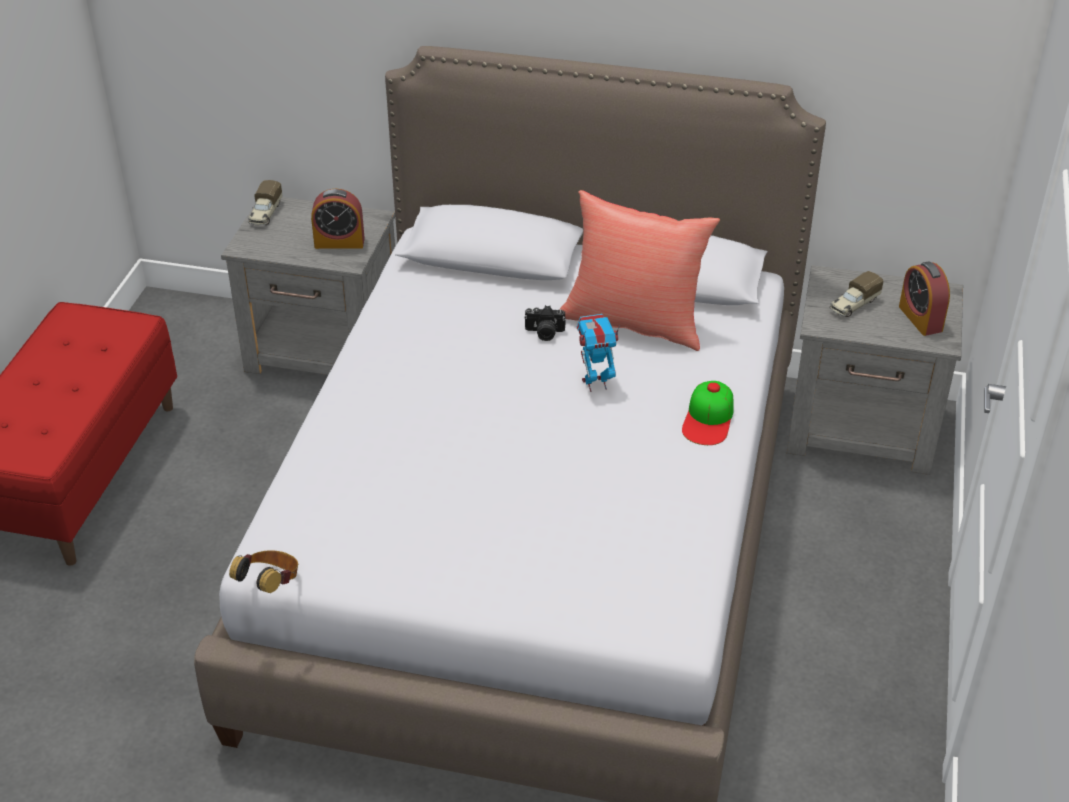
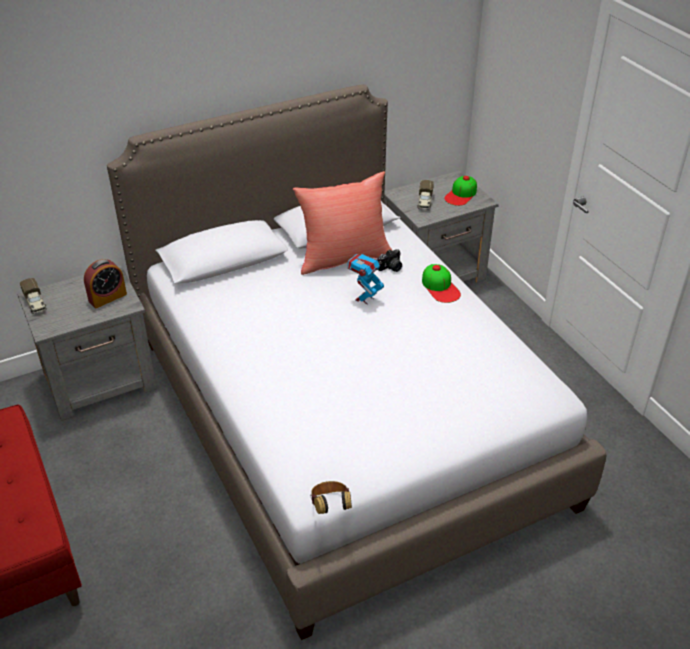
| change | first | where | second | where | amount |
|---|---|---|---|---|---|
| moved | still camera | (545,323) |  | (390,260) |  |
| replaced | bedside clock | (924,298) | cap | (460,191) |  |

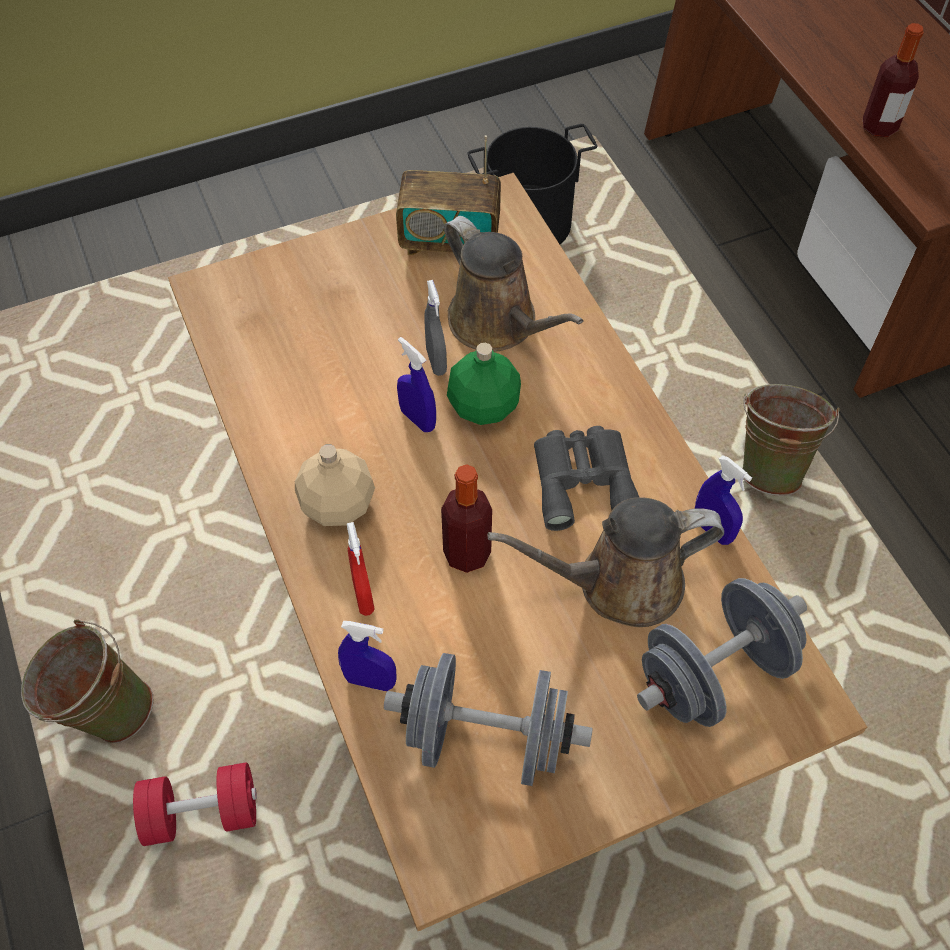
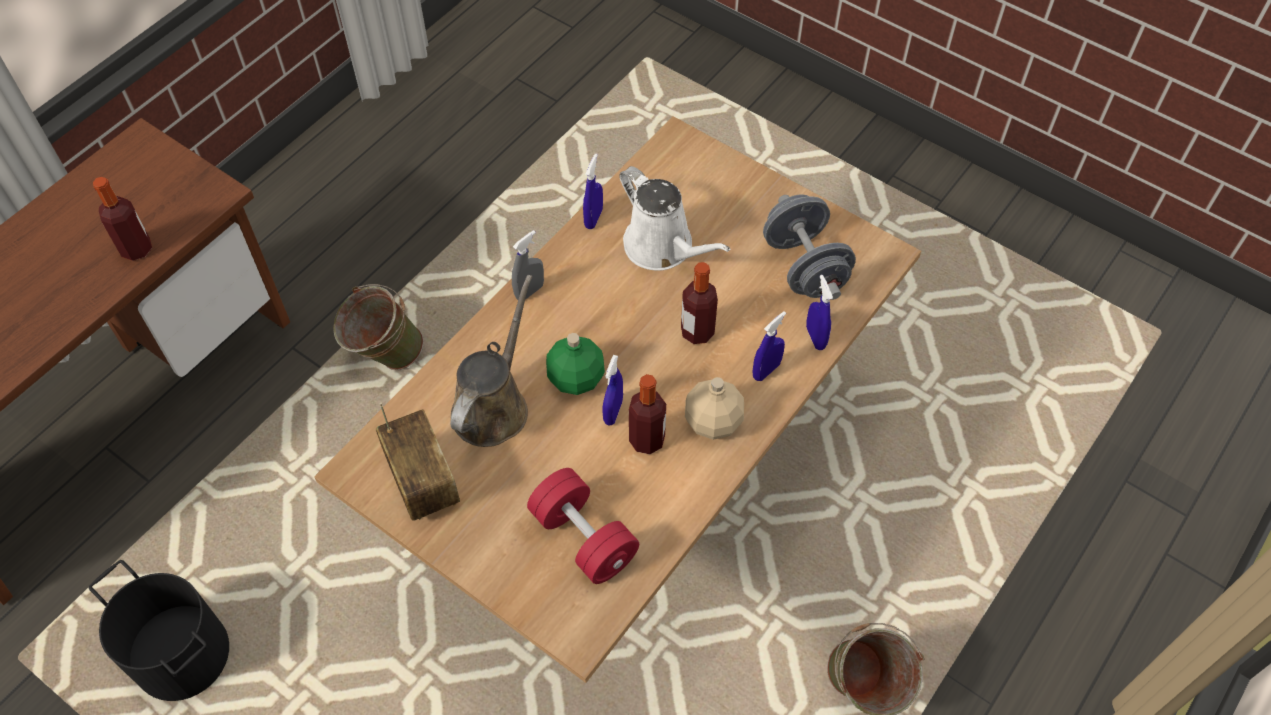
| change | first | where | second | where | amount |
|---|---|---|---|---|---|
| removed | binoculars (grey) | (586,478) |  |  |  |
| removed | dumbbell (grey) | (722,652) |  |  |  |
| added |  |  | bottle | (647,414) |  |
| moved | dumbbell (reddish) | (195,804) |  | (583,526) |  |
| moved | sprayer (grey) | (435,328) |  | (528,265) |  |
| recoloured | sprayer (reddish) | (361,569) | sprayer (blue-coloured) | (769,346) |  |
| recoloured | watering pot (brownish) | (605,562) | watering pot (white) | (675,218) |  |

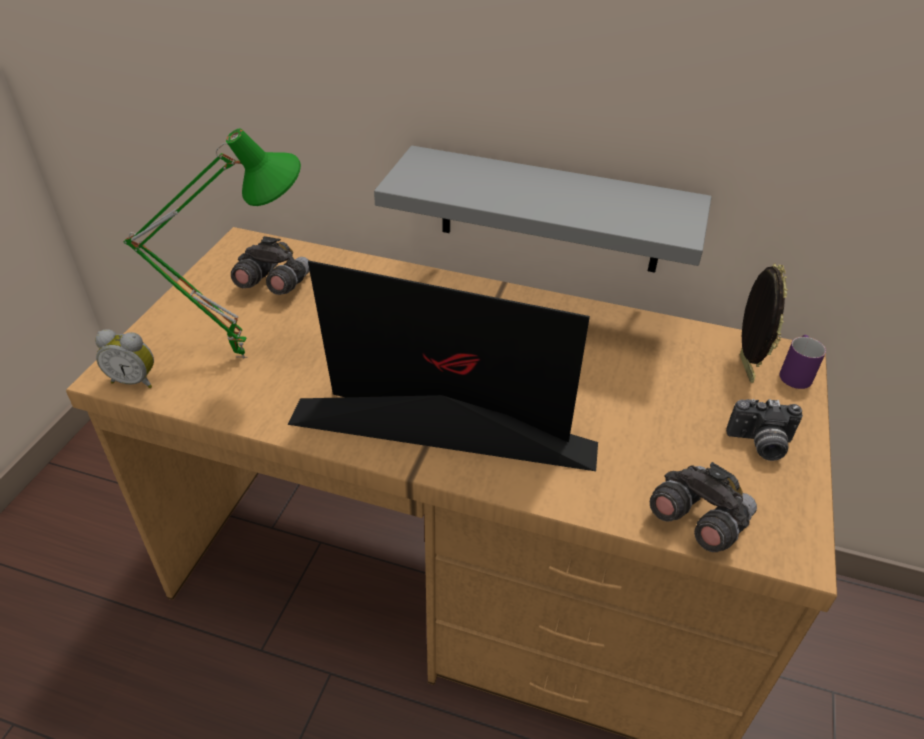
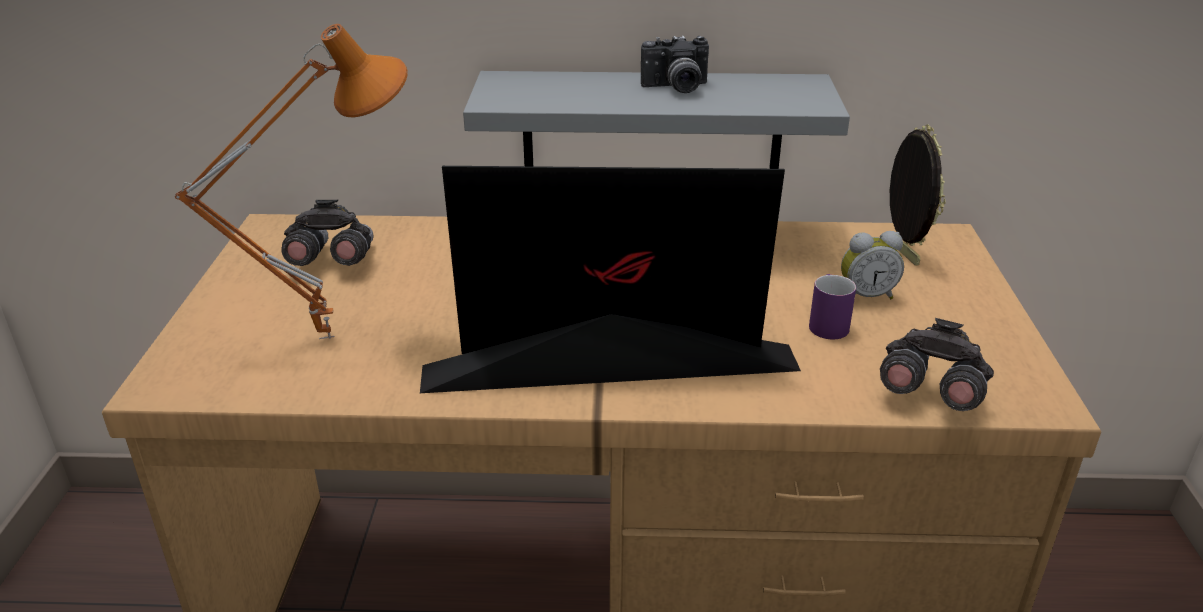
| change | first | where | second | where | amount |
|---|---|---|---|---|---|
| moved | bedside clock | (124,358) |  | (872,265) |  |
| moved | still camera | (764,430) |  | (675,64) |  |
| moved | tea mug (purplish) | (802,362) |  | (832,306) |  |
| recoloured | table lamp (green-coloured) | (212,244) | table lamp (orangey) | (291,181) |  |

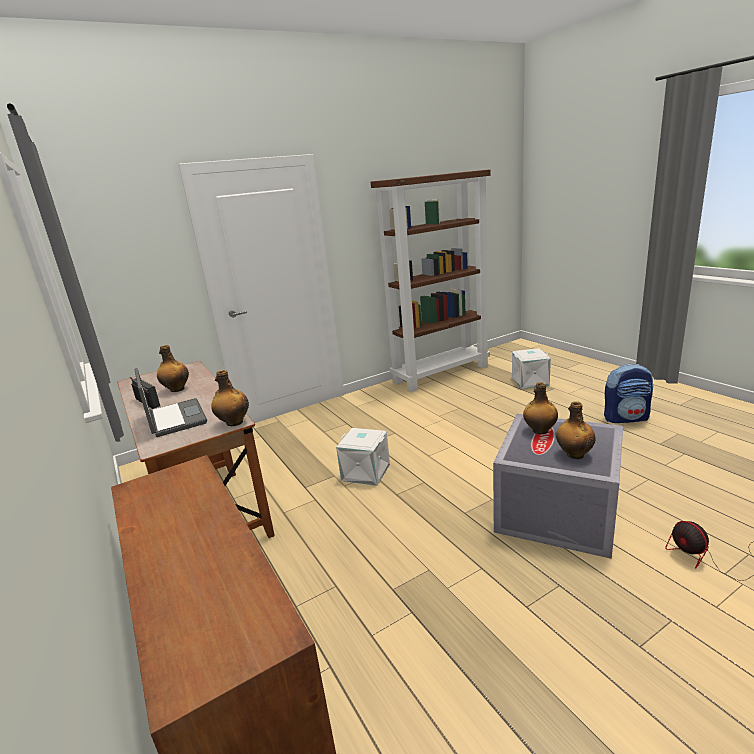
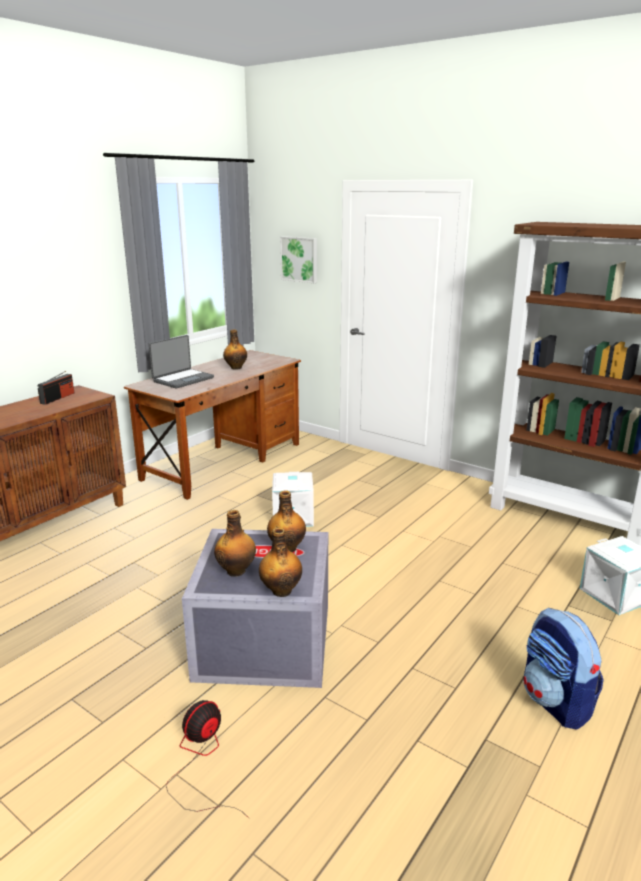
| change | first | where | second | where | amount |
|---|---|---|---|---|---|
| added |  |  | wall art | (298,259) |  |
| moved | radio | (145,393) |  | (56,388) |  |
| moved | bottle | (230,398) |  | (280,562) |  |

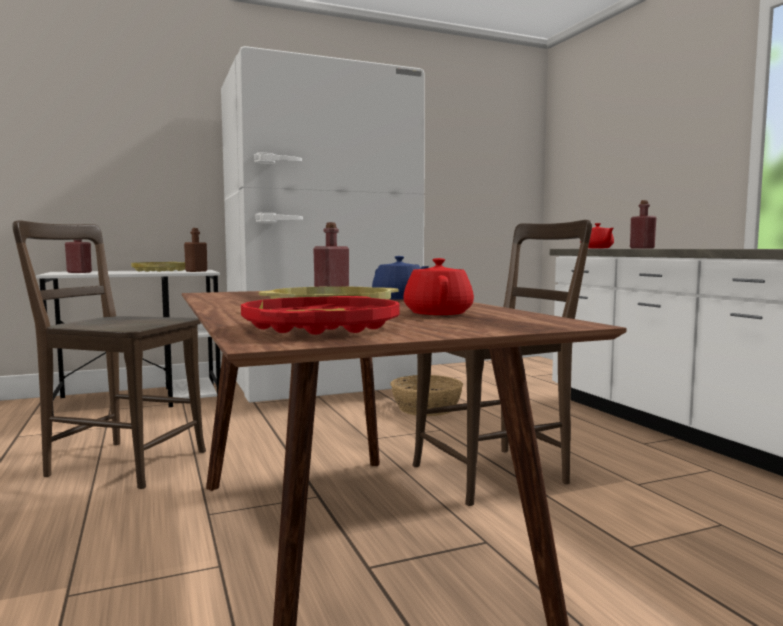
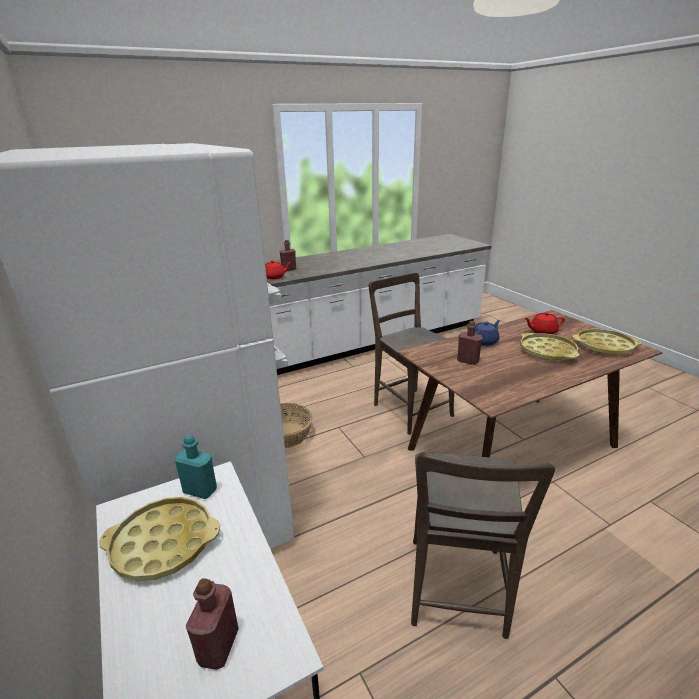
| change | first | where | second | where | amount |
|---|---|---|---|---|---|
| recoloured | bottle (brownish) | (195,250) | bottle (turquoise-coloured) | (196,467) |  |
| recoloured | carrying tray (reddish) | (320,315) | carrying tray (yellowish) | (606,342) |  |

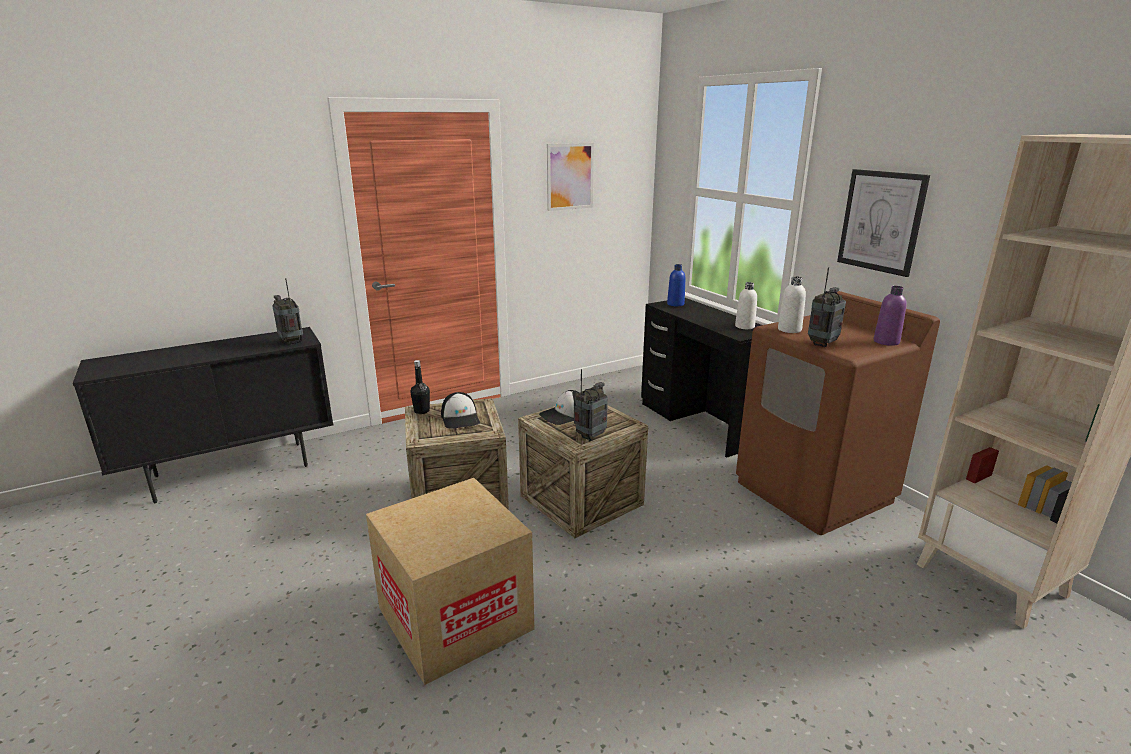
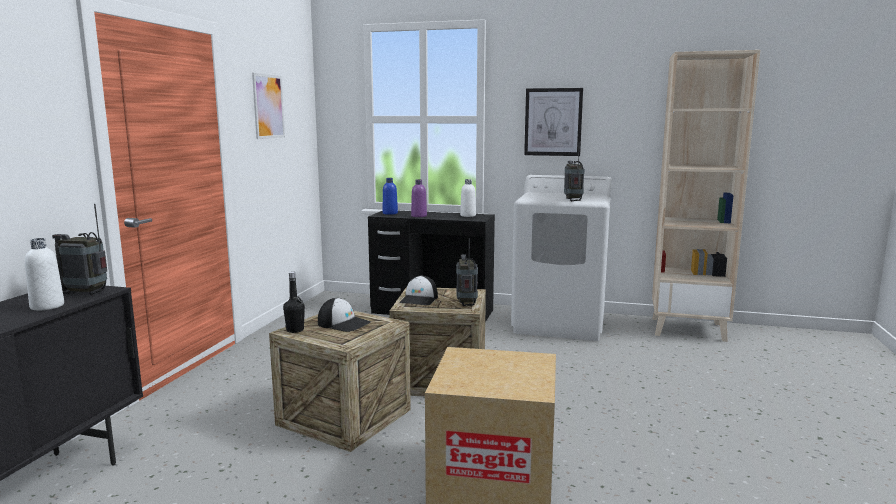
| change | first | where | second | where | amount |
|---|---|---|---|---|---|
| moved | bottle (white) | (792,304) |  | (44,274) |  |
| moved | bottle (purplish) | (890,316) |  | (419,198) |  |
| recoloured | laundry appliance (brownish) | (838,413) | laundry appliance (white) | (561,258) |  |

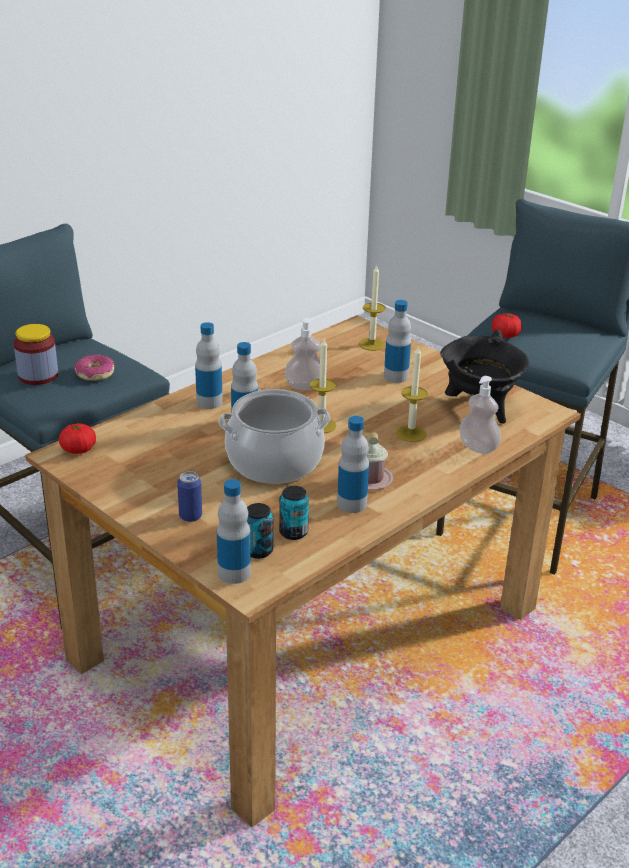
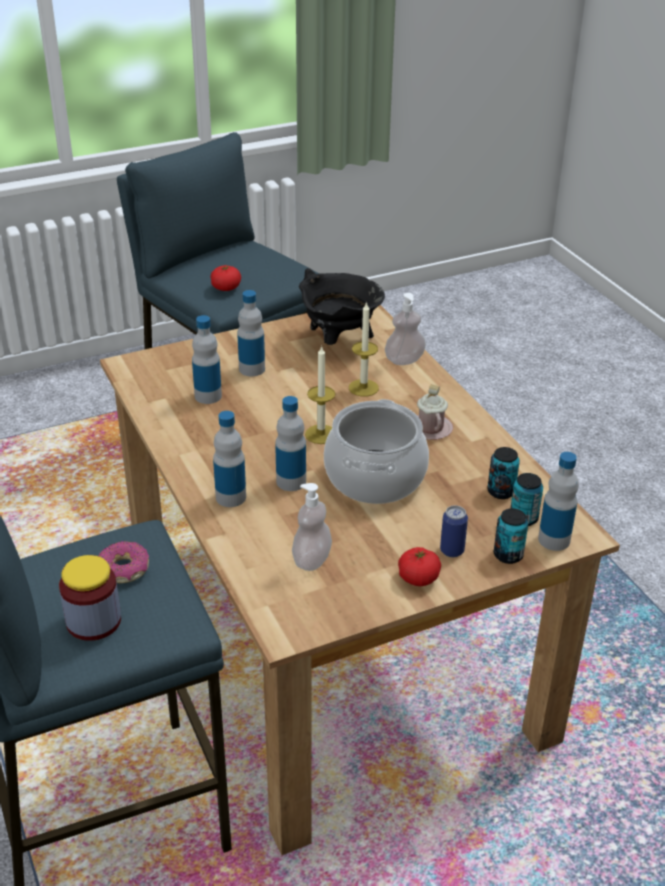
| change | first | where | second | where | amount |
|---|---|---|---|---|---|
| removed | candle | (372,307) |  |  |  |
| added |  |  | metal can | (511,536) |  |
| moved | whole tomato | (77,438) |  | (419,566) |  |
| moved | soap dispenser | (302,354) |  | (312,527) |  |
| moved | bottle | (353,464) |  | (207,359) |  |

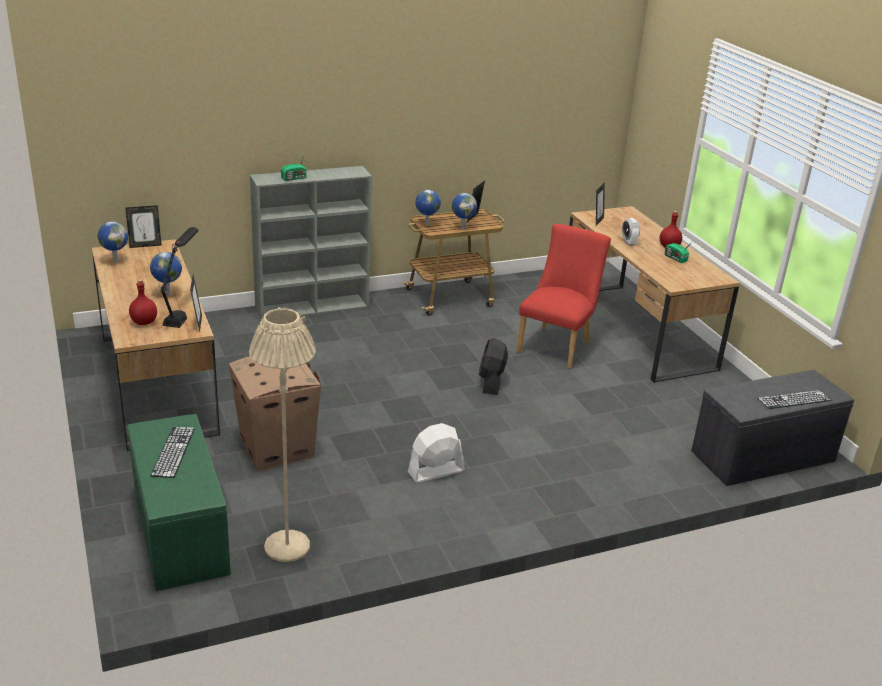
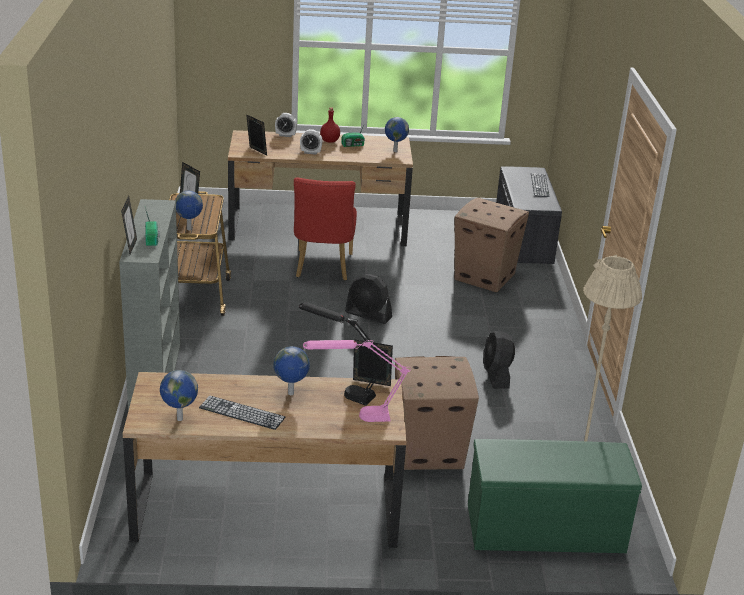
| change | first | where | second | where | amount |
|---|---|---|---|---|---|
| added |  |  | bedside clock | (286,125) |  |
| added |  |  | cardboard box | (491,245) |  |
| moved | standing frame | (143,226) |  | (129,225) |  |
| moved | keyboard | (173,452) |  | (242,413) |  |
| moved | world globe | (464,211) |  | (397,134) |  |
| replaced | bottle (reddish) | (143,302) | table lamp (pink-coloured) | (357,381) |  |
| recoloured | electric fan (white) | (436,453) | electric fan (black) | (499,359) |  |
| turned | upright chair (reddish) | (564,296) |  | (325,229) | 135 degrees counterclockwise |

